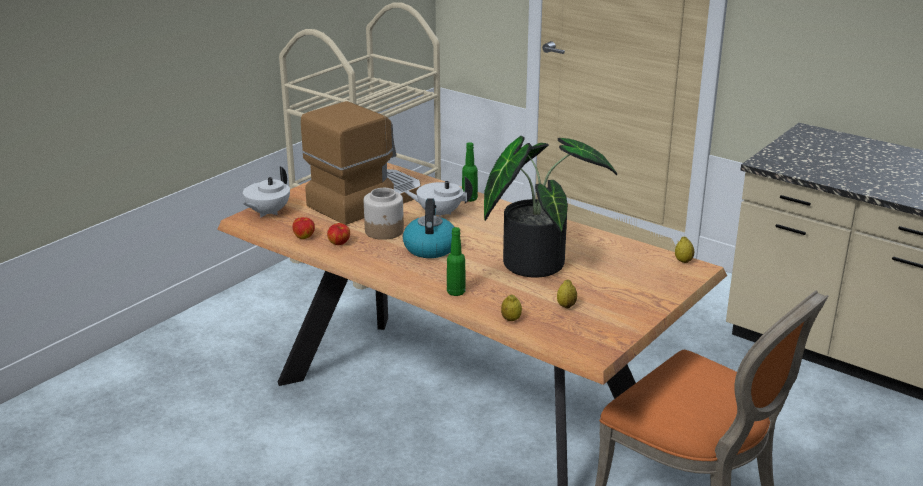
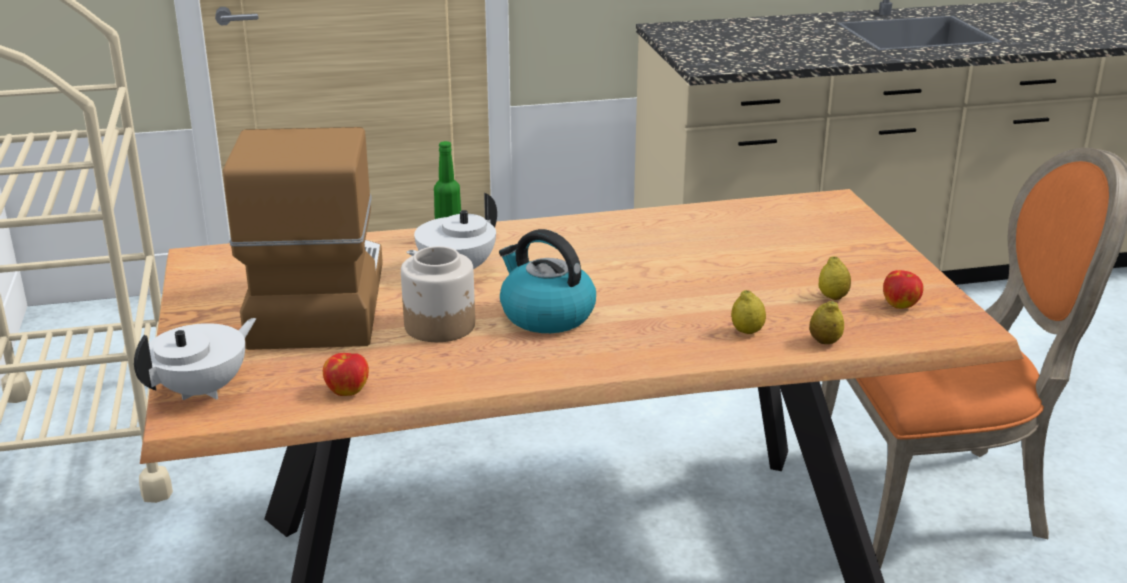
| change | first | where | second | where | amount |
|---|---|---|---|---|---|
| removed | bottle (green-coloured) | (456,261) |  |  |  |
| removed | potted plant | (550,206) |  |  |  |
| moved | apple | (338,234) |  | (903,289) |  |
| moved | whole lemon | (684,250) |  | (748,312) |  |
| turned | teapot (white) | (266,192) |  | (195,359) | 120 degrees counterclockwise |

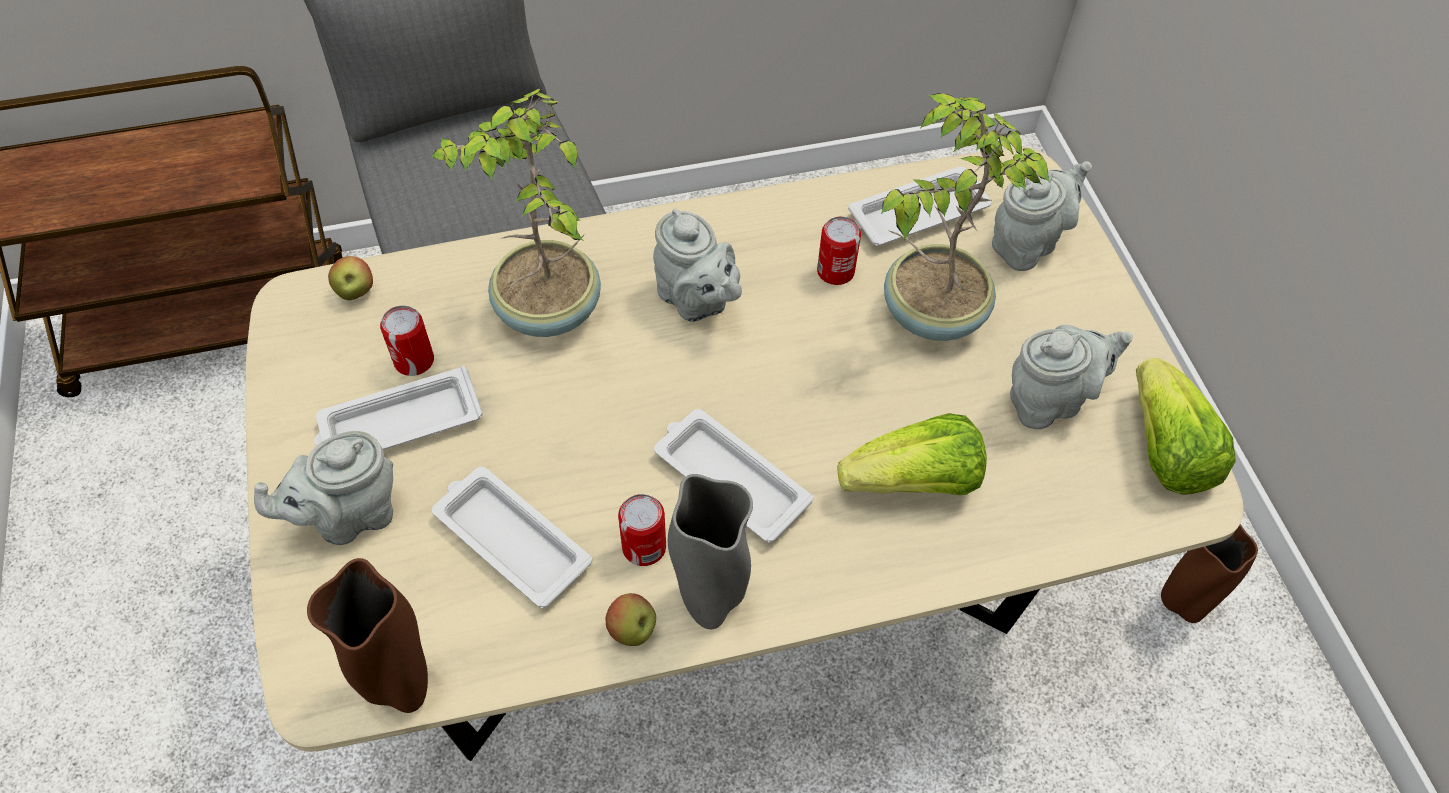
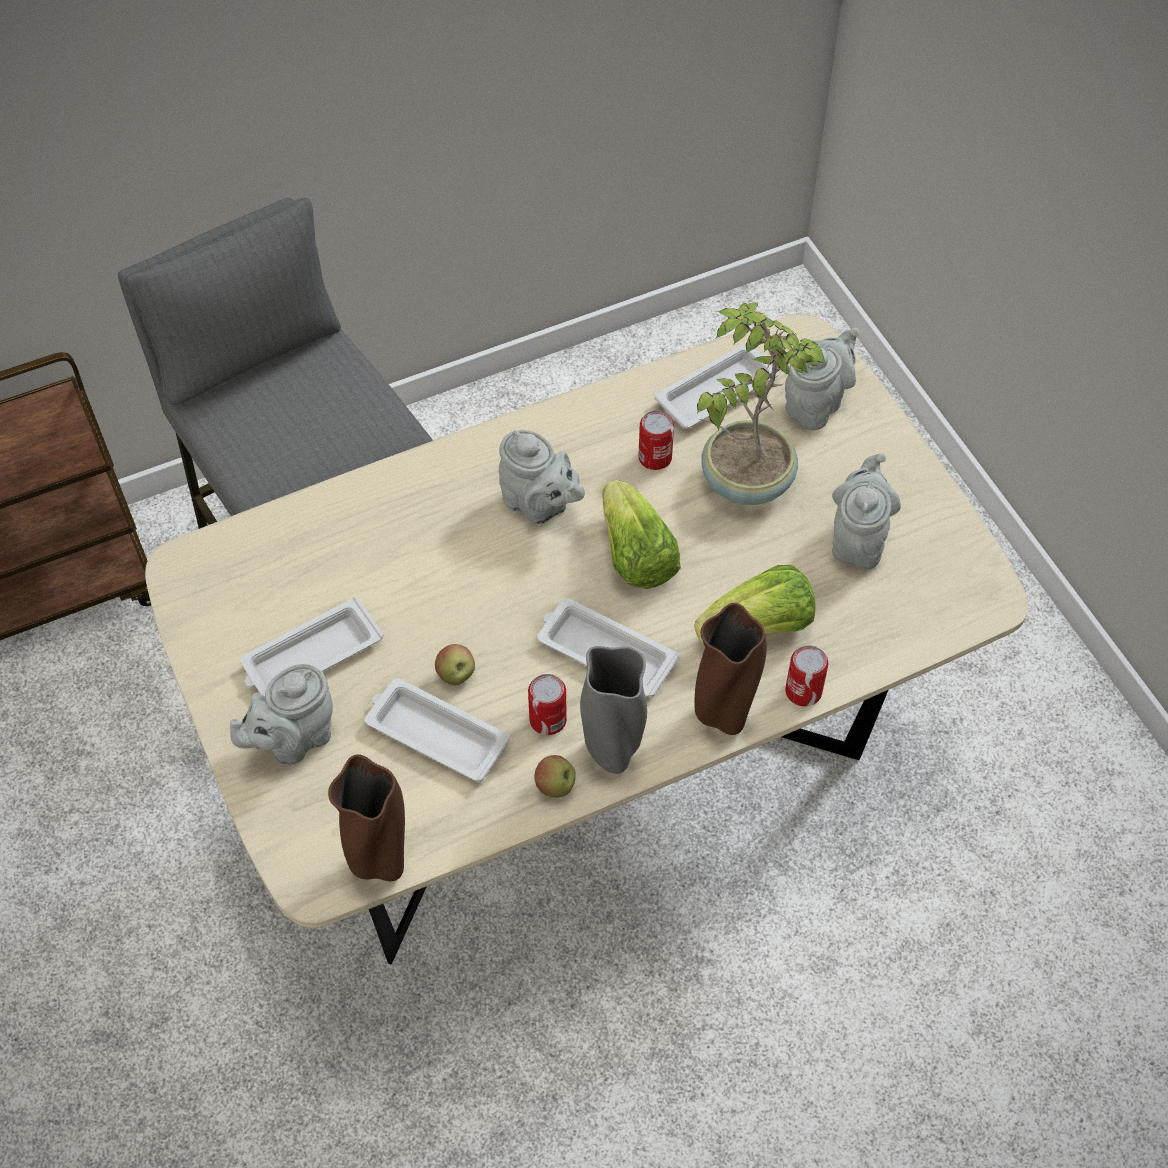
| change | first | where | second | where | amount |
|---|---|---|---|---|---|
| removed | potted plant | (516,213) |  |  |  |
| moved | apple | (350,278) |  | (455,665) |  |
| moved | metal can | (407,341) |  | (806,675) |  |
| moved | lettuce | (1186,426) |  | (641,534) |  |
| moved | flower vase (brownish) | (1209,573) |  | (731,669) |  |
| turned | teapot (grey) | (1071,377) |  | (866,511) | 45 degrees counterclockwise |

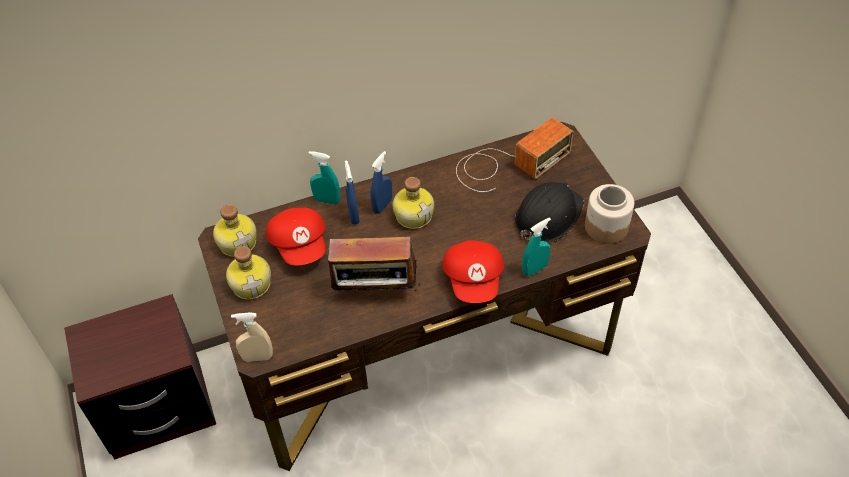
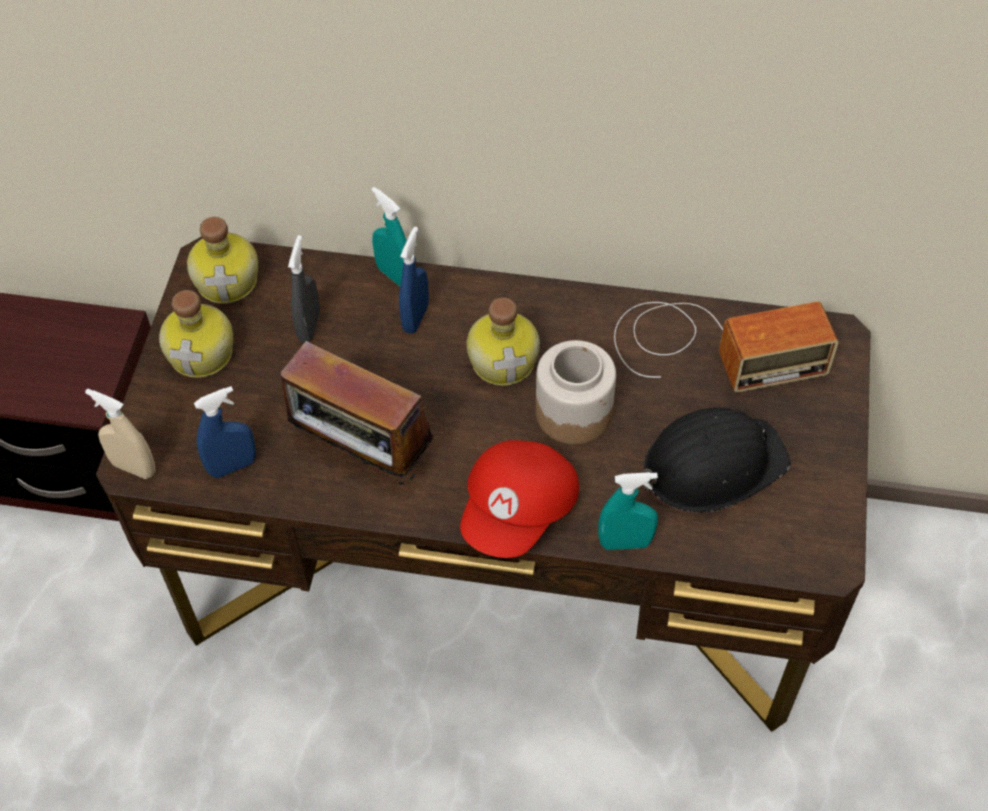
| change | first | where | second | where | amount |
|---|---|---|---|---|---|
| moved | sprayer (blue-coloured) | (381,182) |  | (225,432) |  |
| moved | jar | (609,214) |  | (576,392) |  |
| replaced | cap (reddish) | (295,236) | sprayer (grey) | (304,289) |  |

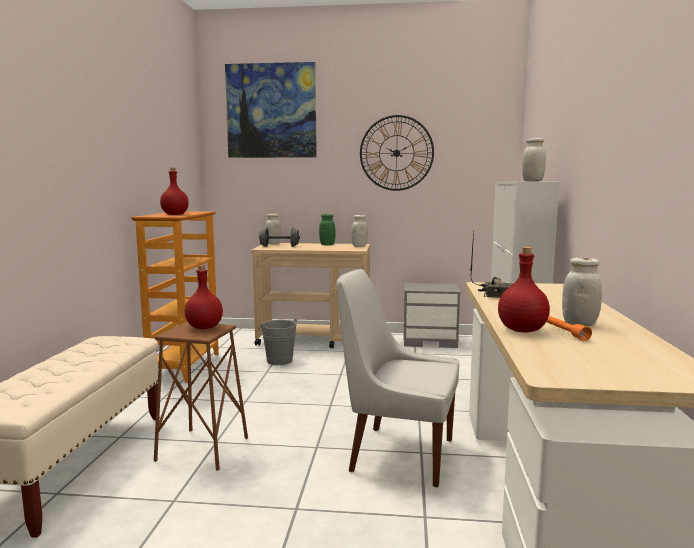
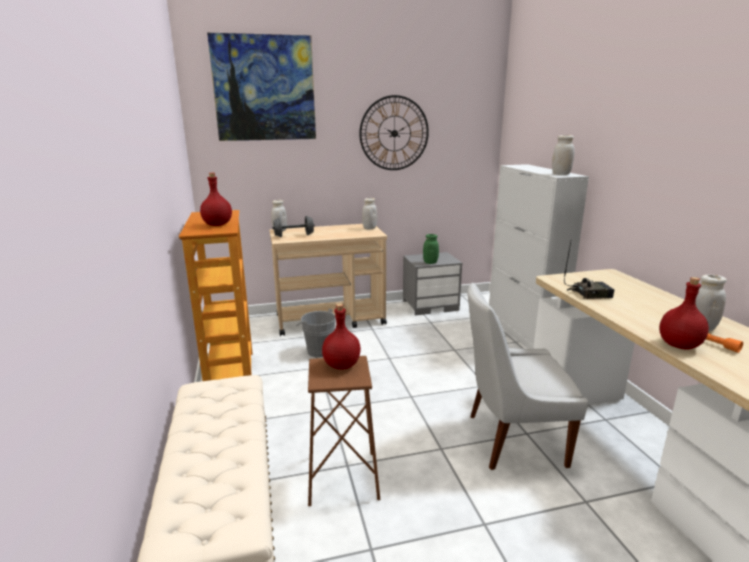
| change | first | where | second | where | amount |
|---|---|---|---|---|---|
| moved | jar (green-coloured) | (327,229) |  | (431,249) |  |

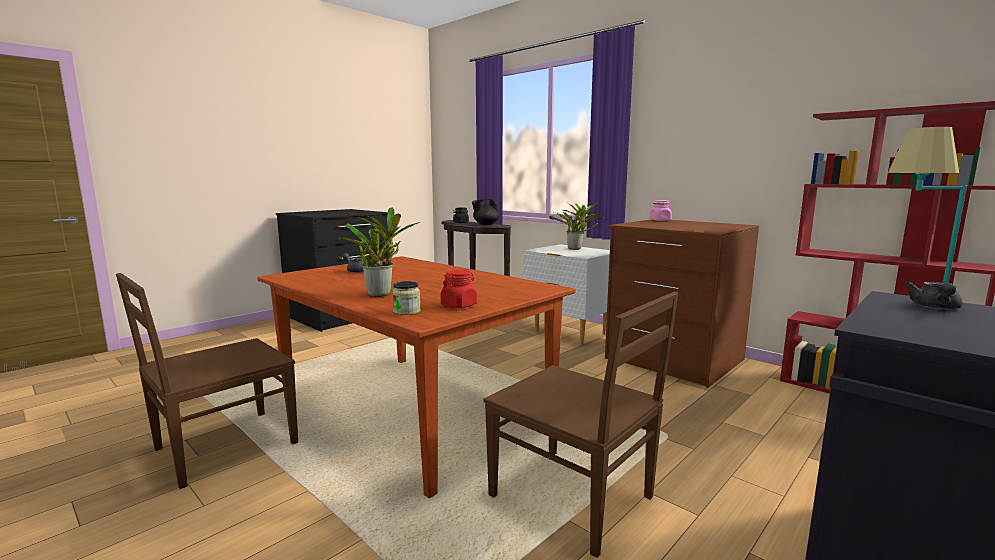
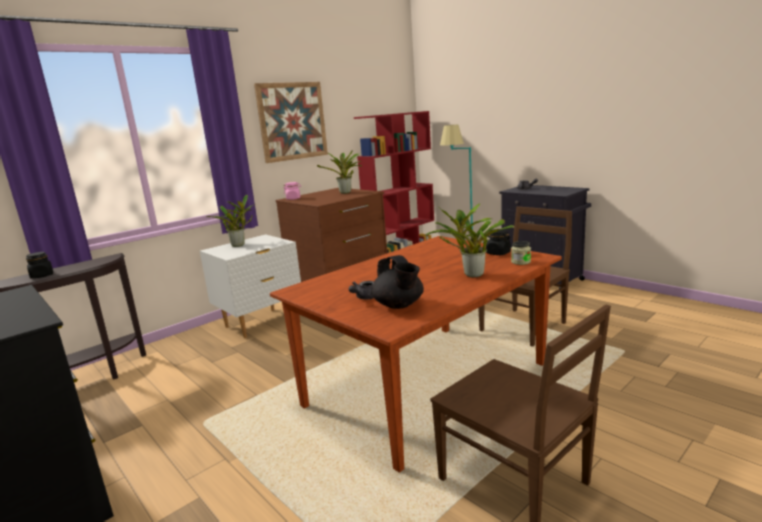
| change | first | where | second | where | amount |
|---|---|---|---|---|---|
| added |  |  | wall art | (291,122) |  |
| added |  |  | potted plant | (340,172) |  |
| moved | teapot (black) | (485,211) |  | (397,282) |  |
| recoloured | jar (reddish) | (458,289) | jar (black) | (498,242) |  |

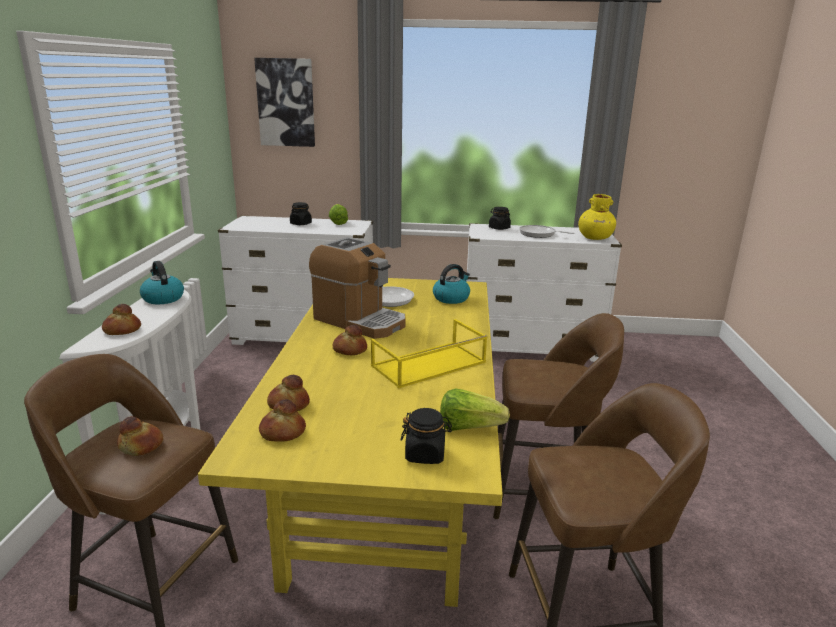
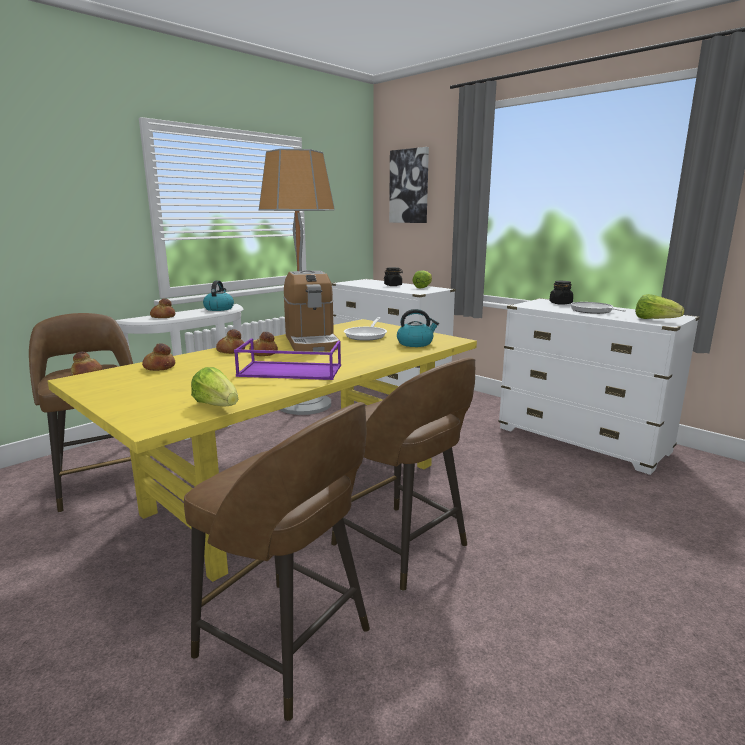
| change | first | where | second | where | amount |
|---|---|---|---|---|---|
| removed | jar (black) | (426,436) |  |  |  |
| added |  |  | standard lamp | (297,282) |  |
| moved | bakery bread | (282,420) |  | (230,341) |  |
| replaced | flower vase (yellowish) | (597,217) | lettuce | (659,306) |  |
| recoloured | carrying tray (yellowish) | (429,353) | carrying tray (purplish) | (287,359) |  |

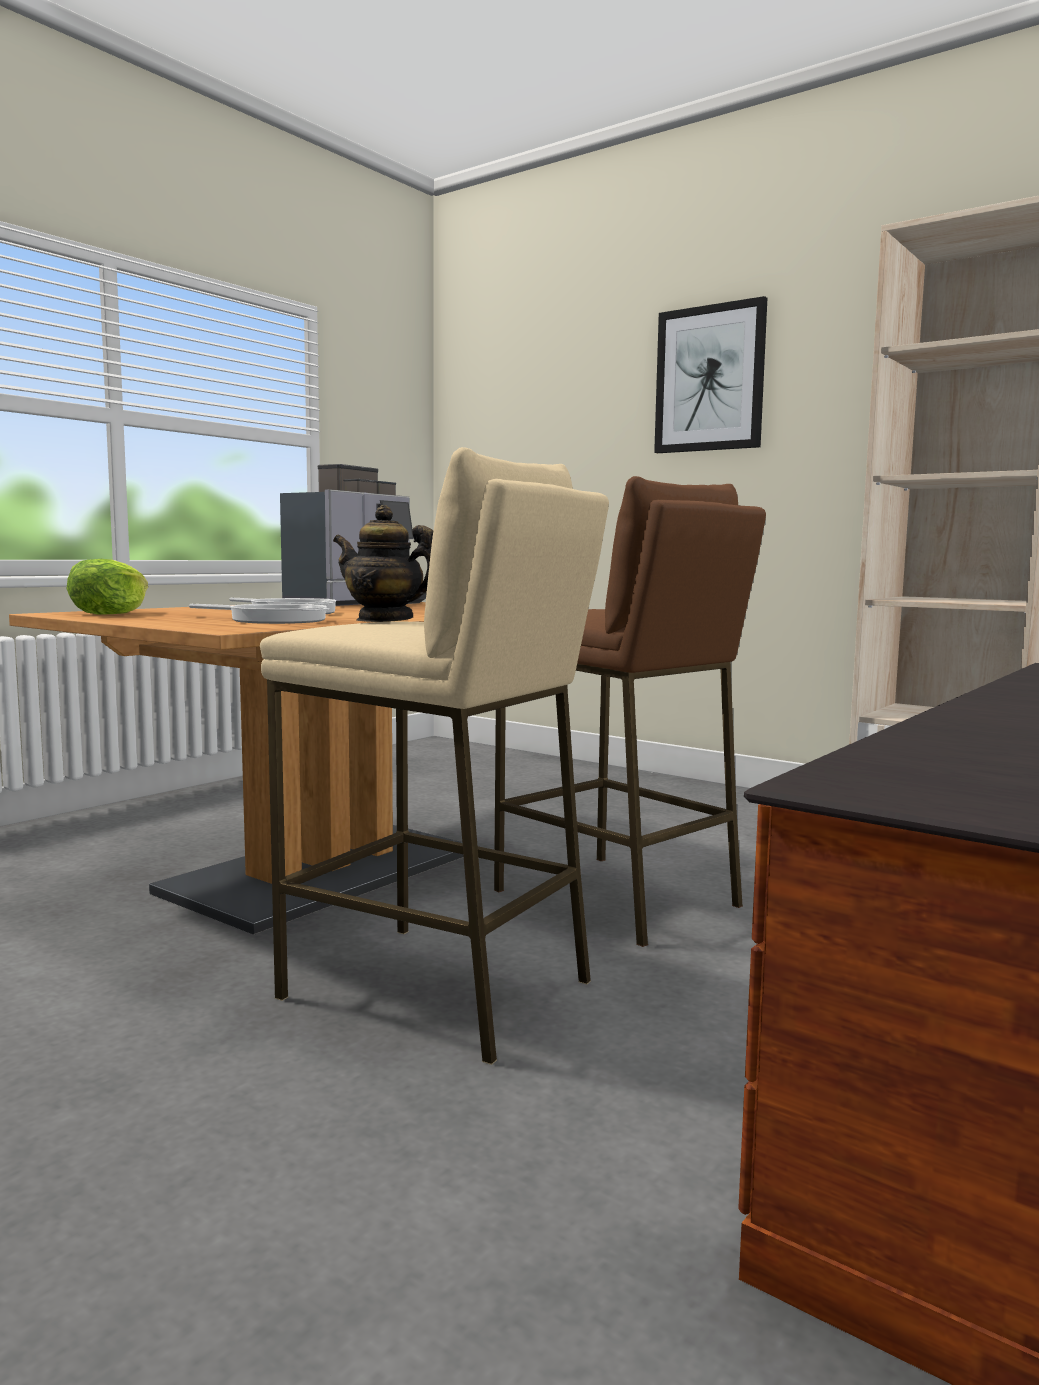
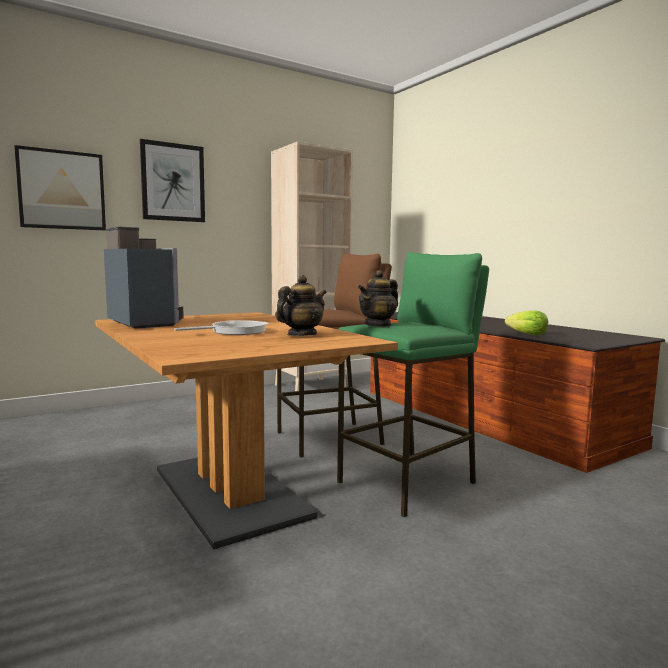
| change | first | where | second | where | amount |
|---|---|---|---|---|---|
| added |  |  | wall art | (60,187) |  |
| moved | lettuce | (107,587) |  | (526,323) |  |
| replaced | frying pan | (259,614) | teapot | (301,305) |  |
| recoloured | sitting stool (beige-coloured) | (434,756) | sitting stool (green-coloured) | (413,384) |  |

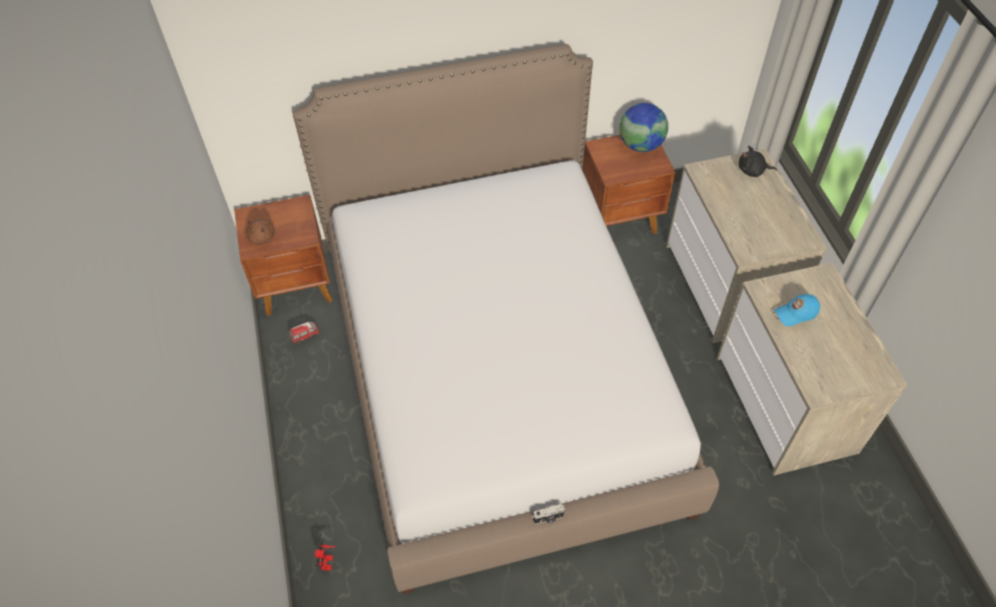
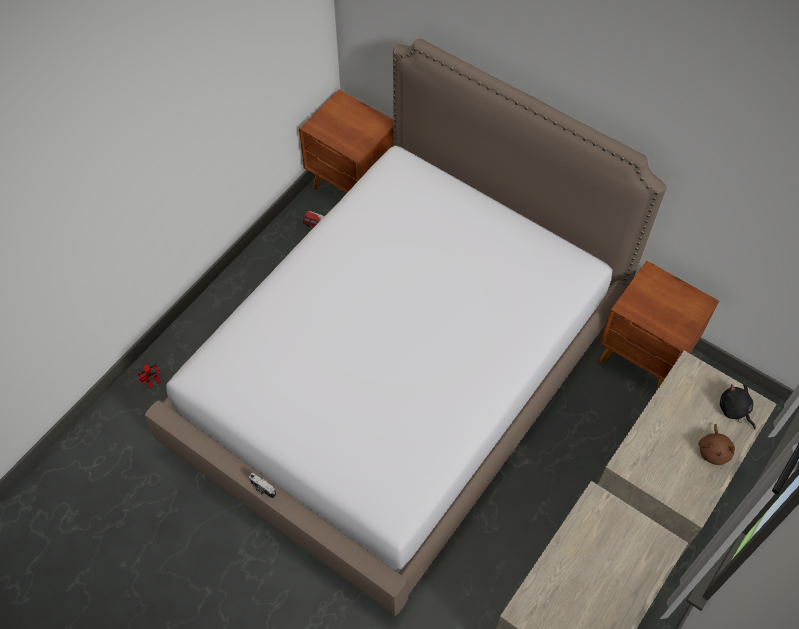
| change | first | where | second | where | amount |
|---|---|---|---|---|---|
| removed | world globe | (643,127) |  |  |  |
| removed | cap (blue-coloured) | (797,310) |  |  |  |
| moved | cuddly toy (brownish) | (260,232) |  | (717,444) |  |

